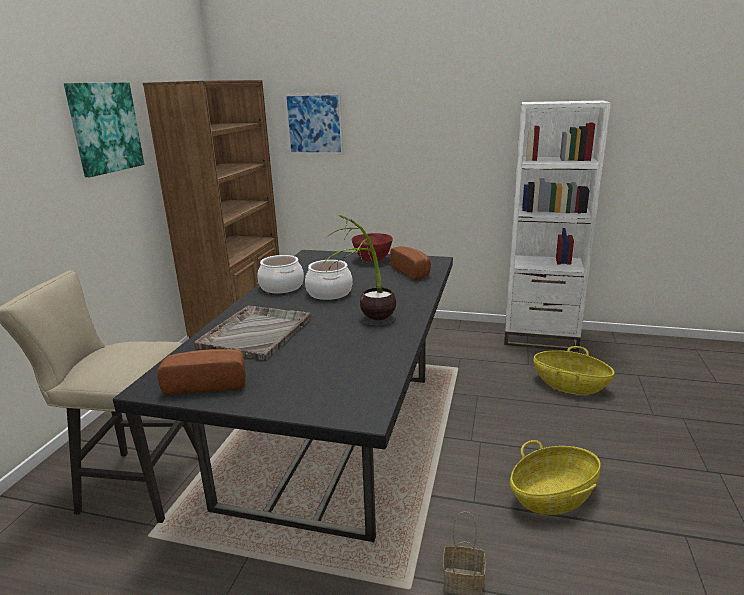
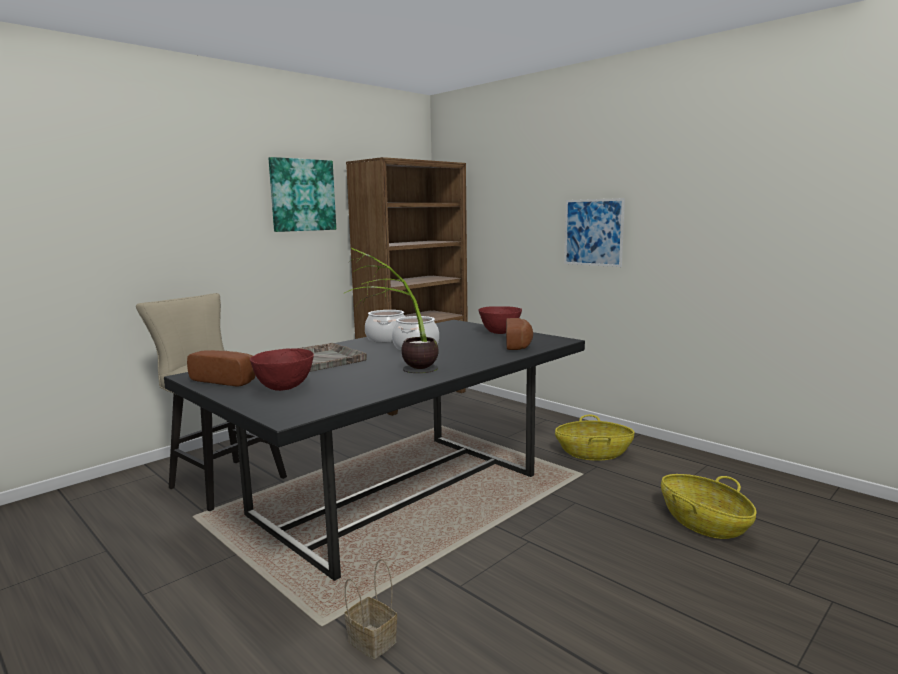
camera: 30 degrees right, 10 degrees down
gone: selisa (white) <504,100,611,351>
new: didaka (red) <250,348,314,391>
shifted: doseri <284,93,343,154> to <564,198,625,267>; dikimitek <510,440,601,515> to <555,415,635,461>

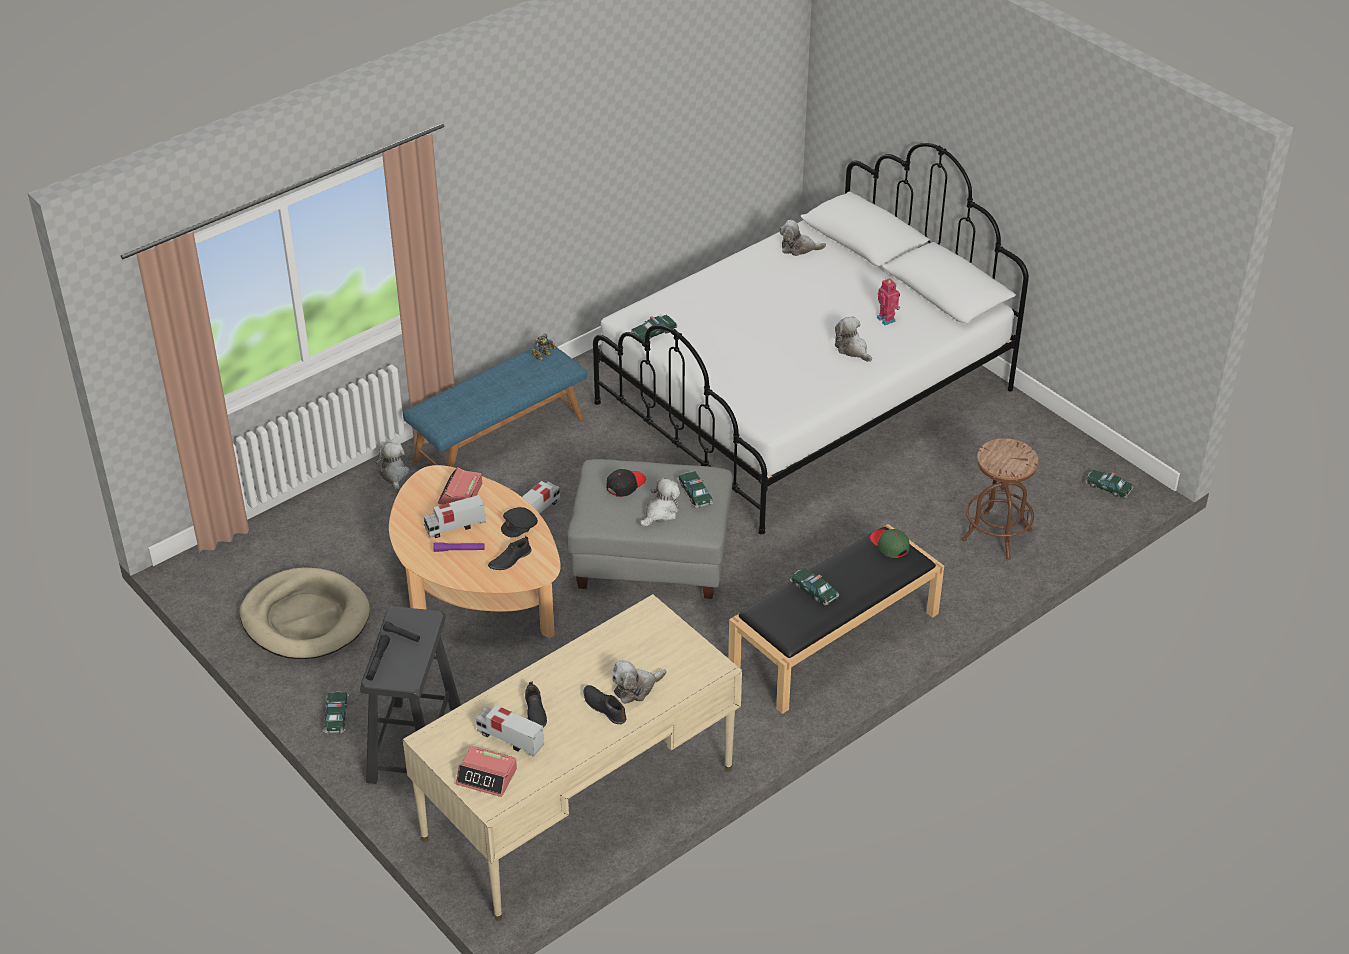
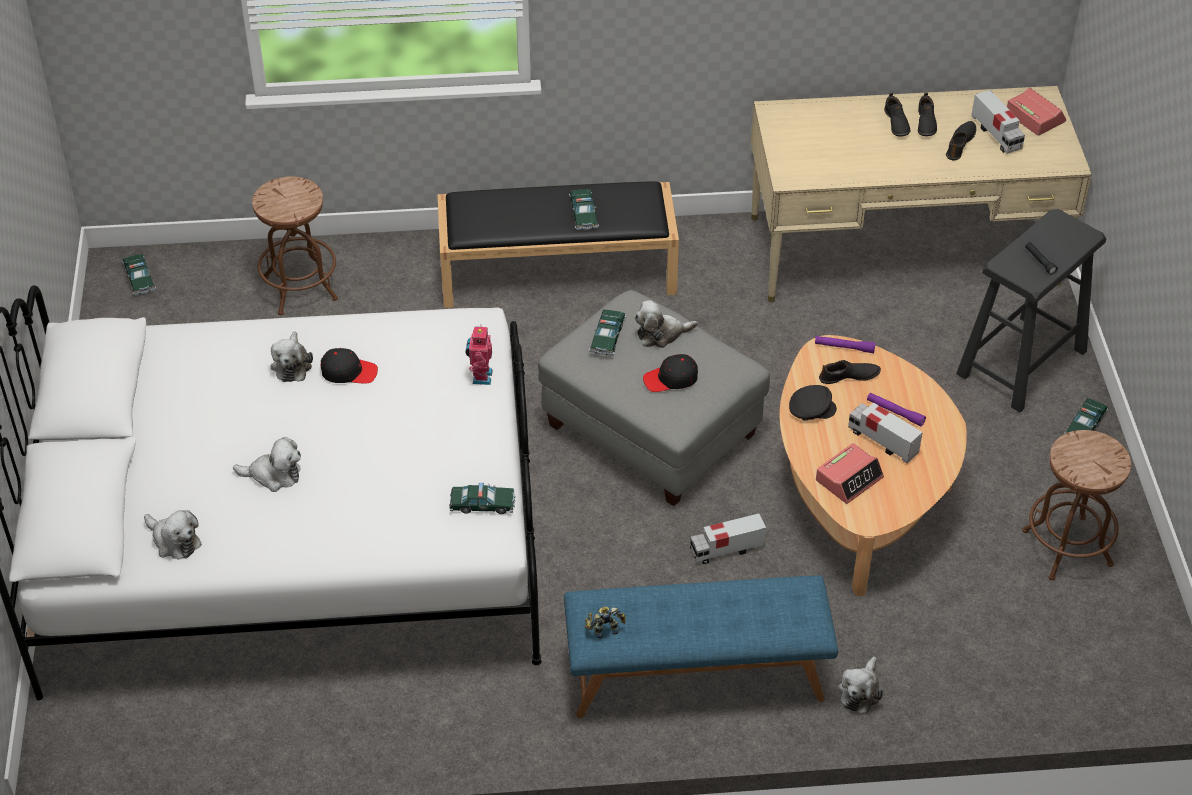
camera: 145 degrees left, 5 degrees up
gone: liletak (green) <870,529,909,558>; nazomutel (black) <366,635,390,681>
new: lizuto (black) <918,93,937,136>; nazomutel (purple) <815,336,876,353>; liletak (black) <321,348,378,384>
shifted: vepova <877,278,900,325> to <466,324,493,385>; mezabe <612,660,667,704> to <233,437,301,492>
swapped: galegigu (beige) <239,567,370,659> to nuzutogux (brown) <1022,430,1131,580>
rotated: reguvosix <423,495,486,538> = <848,403,923,463> 150 degrees counterclockwise

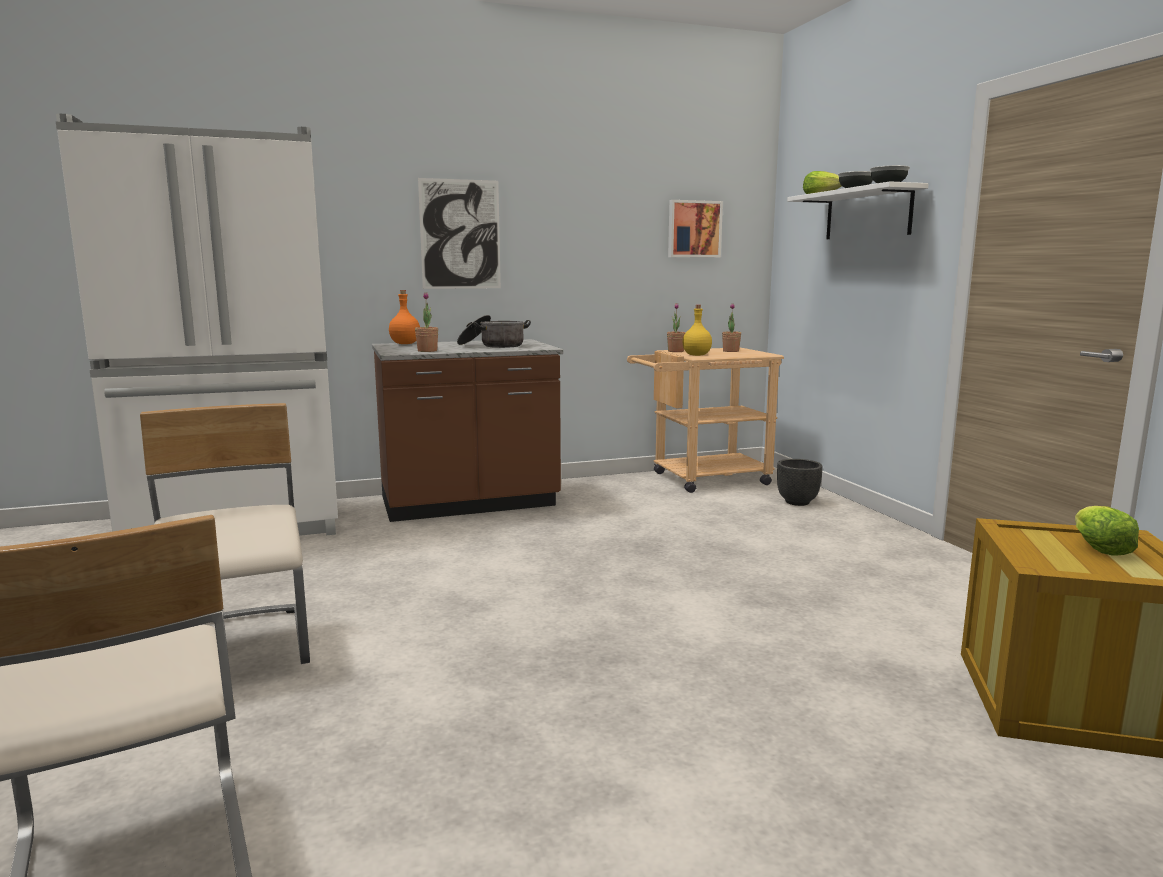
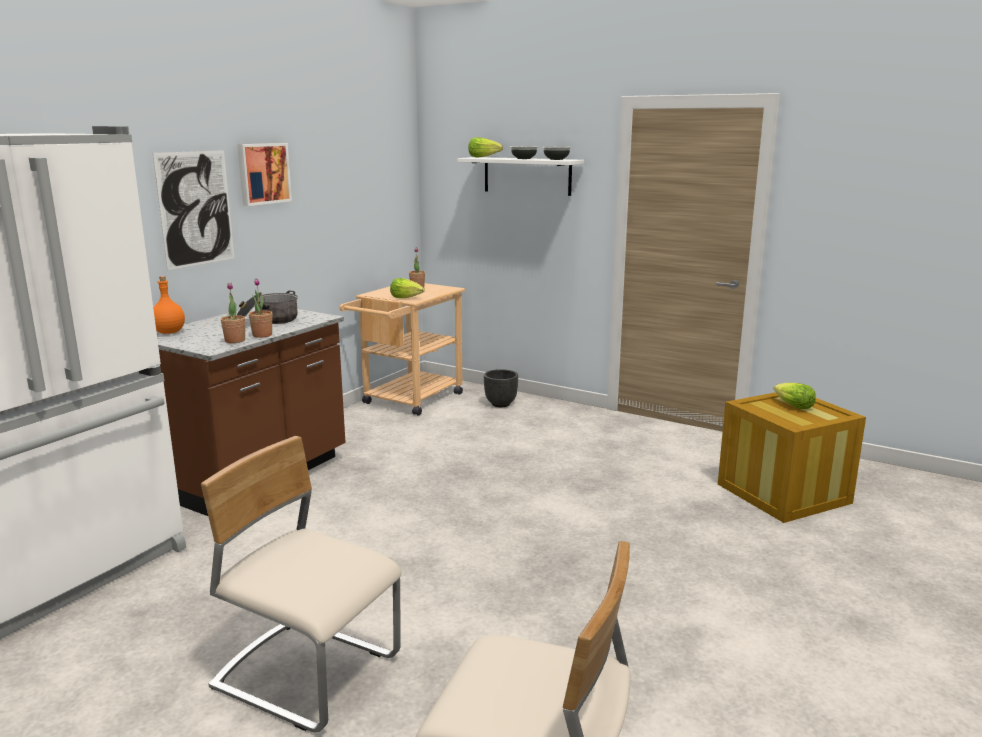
camera: 40 degrees left, 5 degrees up
shifted: doseri <668,200,723,258> to <237,143,292,206>; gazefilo <667,303,686,352> to <249,279,273,338>
swapped: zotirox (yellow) <683,305,712,356> to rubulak <390,278,425,298>

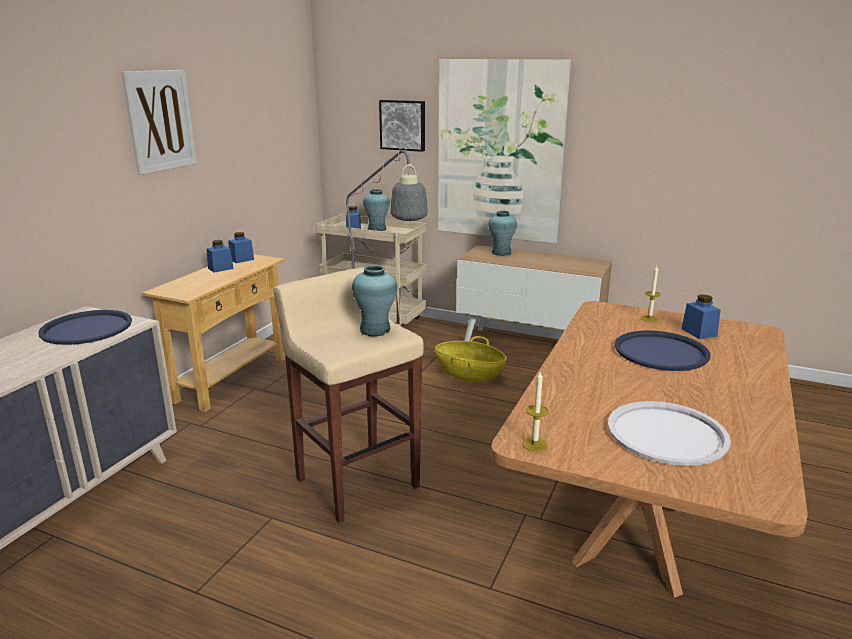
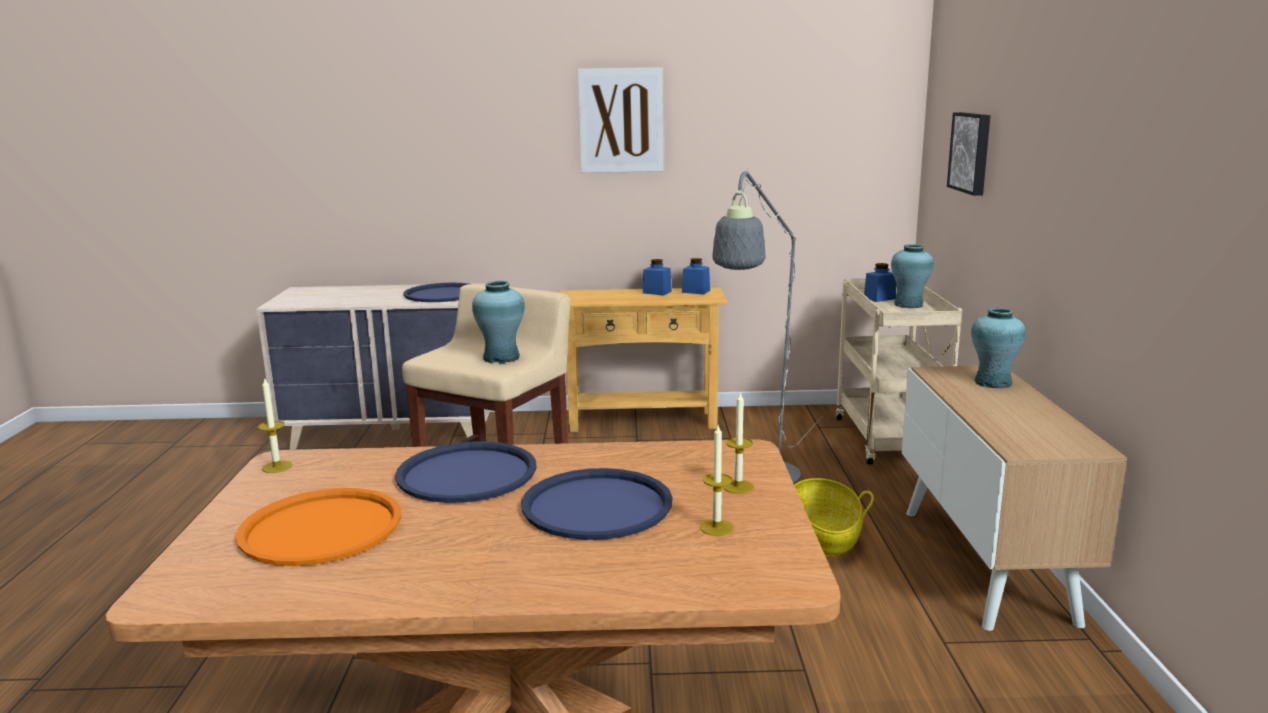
camera: 65 degrees right, 5 degrees down
gone: doseri <438,59,572,244>
new: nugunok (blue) <395,441,536,503>
swapped: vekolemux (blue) <681,295,721,339> to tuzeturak <700,425,734,536>
repainted: nugunok (white) <608,401,731,466> to nugunok (orange) <235,488,401,566>

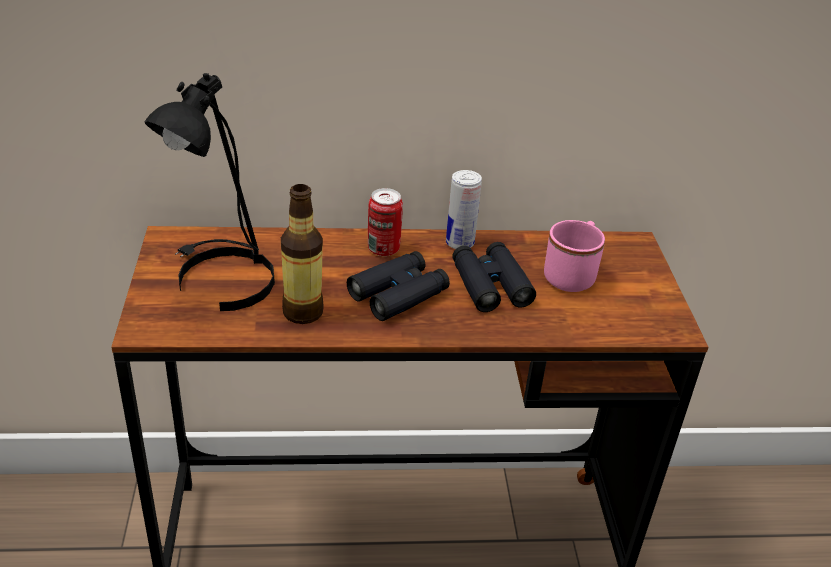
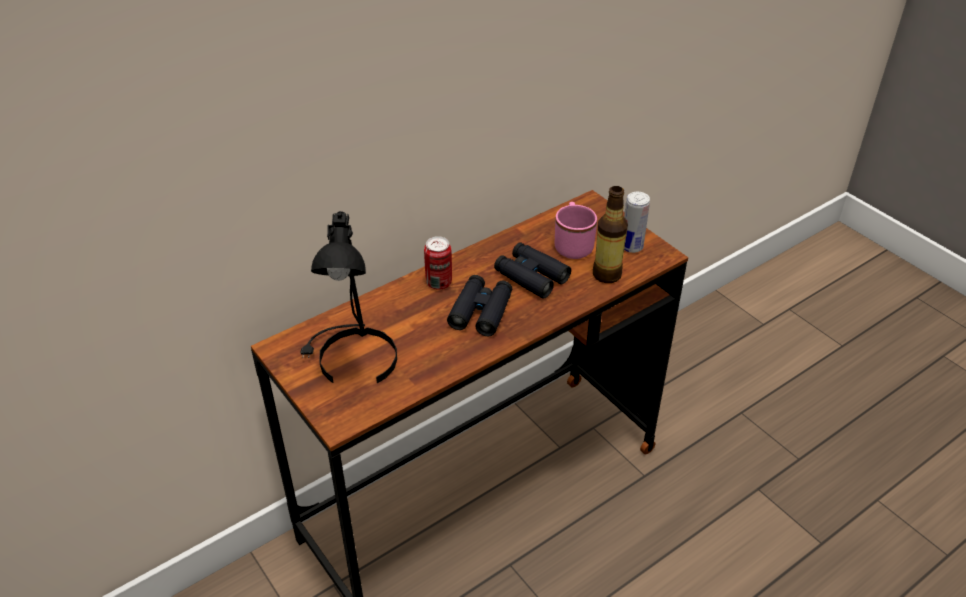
camera: 30 degrees left, 5 degrees up
shifted: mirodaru <446,170,482,249> to <624,192,650,253>; zotirox <281,184,324,324> to <593,186,628,283>

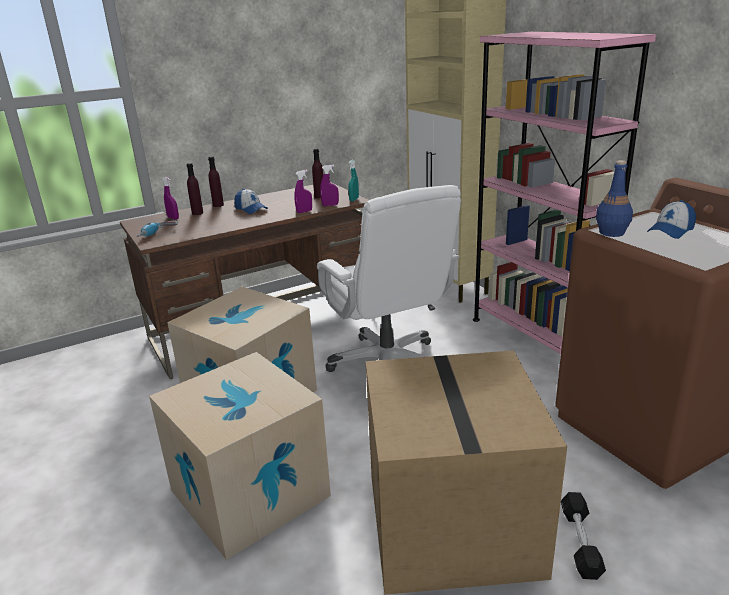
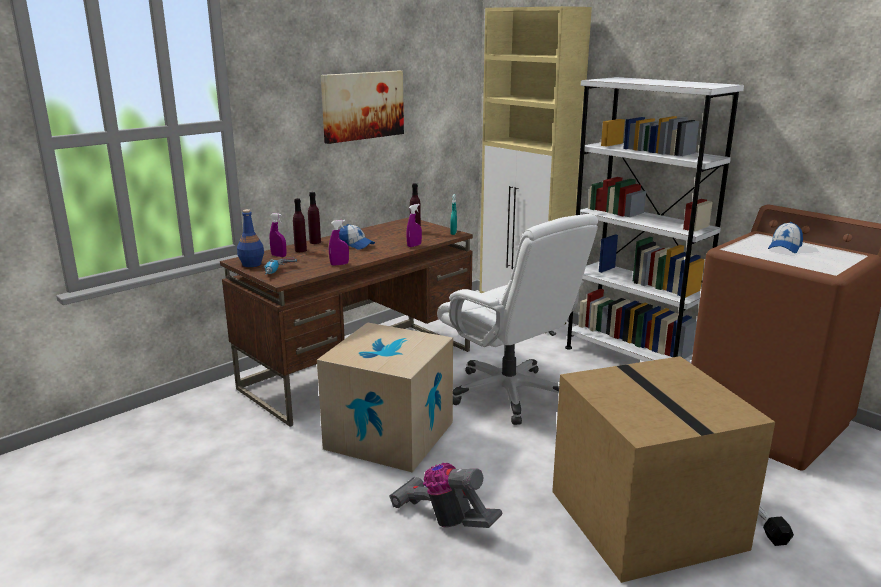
camera: 15 degrees left, 5 degrees down
new: doseri <321,71,404,144>
shifted: zotirox (blue) <596,160,633,237> to <237,209,264,267>; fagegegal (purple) <320,165,339,206> to <329,220,349,266>
swapped: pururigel <149,352,331,560> to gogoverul <389,463,503,528>
repainted: selisa (pink) <473,32,656,354> to selisa (white) <565,77,744,363>

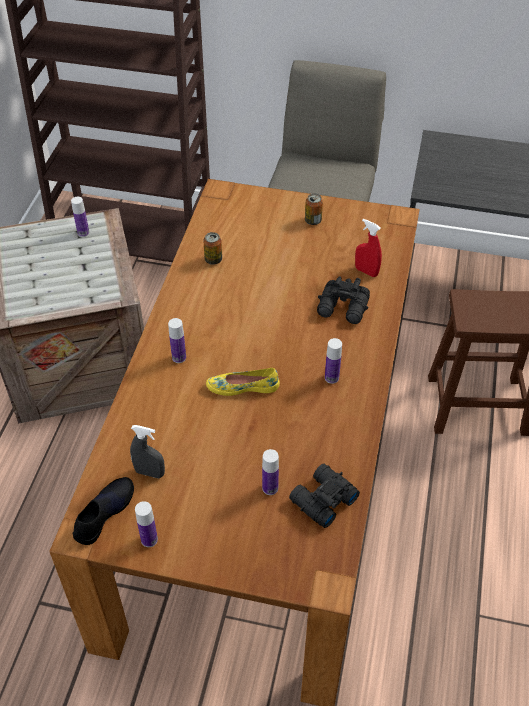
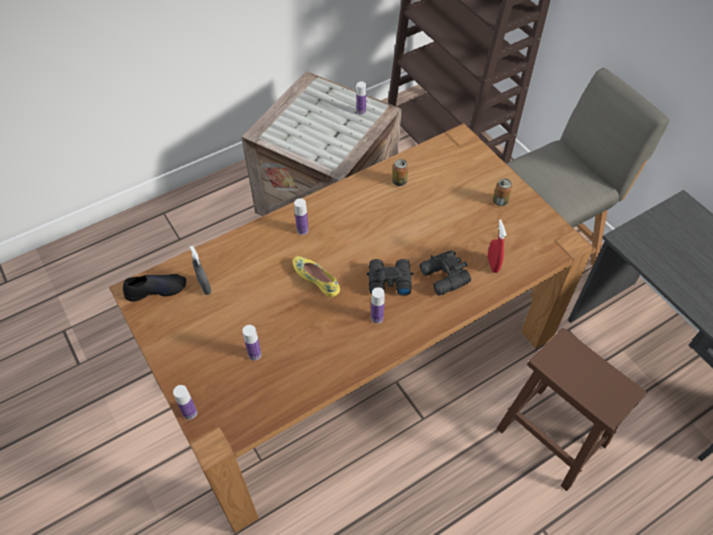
camera: 45 degrees right, 5 degrees up
shifted: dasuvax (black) <289,464,360,528> to <366,259,414,296>; zotirox <135,501,158,547> to <173,385,197,420>

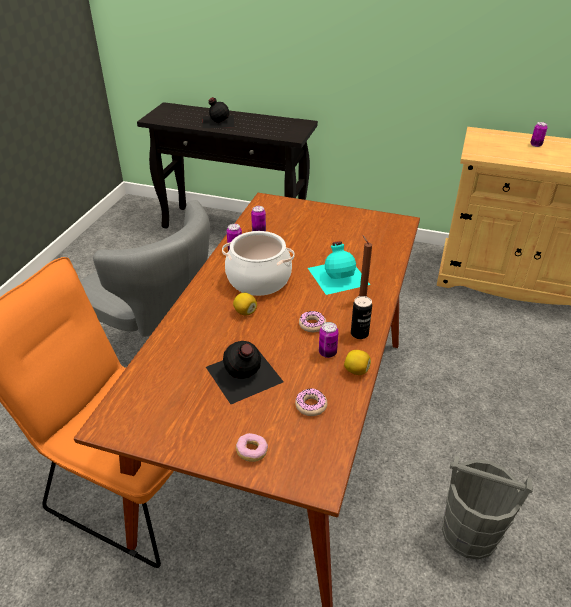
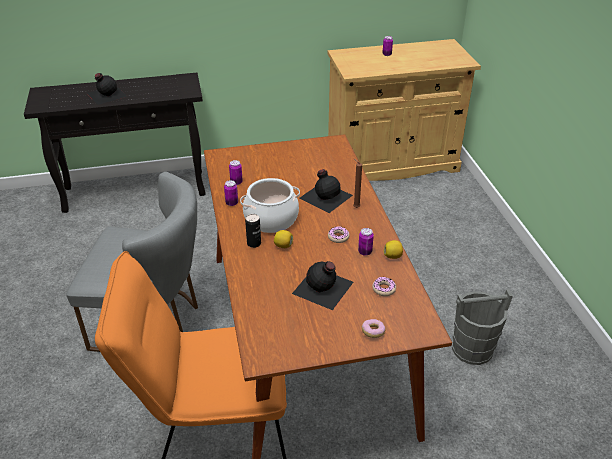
camera: 30 degrees left, 0 degrees up
shifted: mirodaru <351,296,372,339> to <245,214,261,248>
repainted: zotirox (turquoise) <308,241,371,295> to zotirox (black) <299,169,353,213>

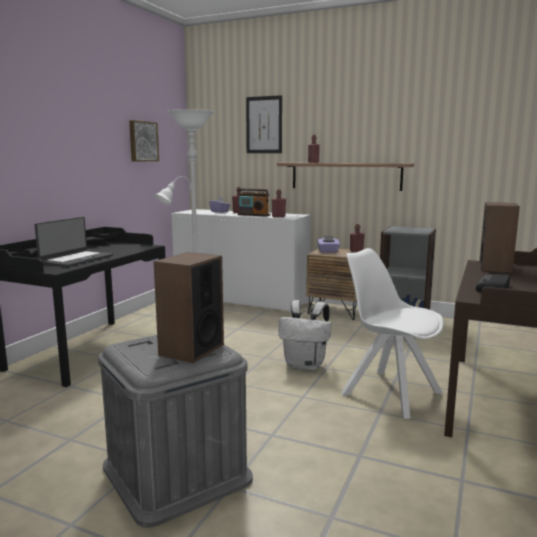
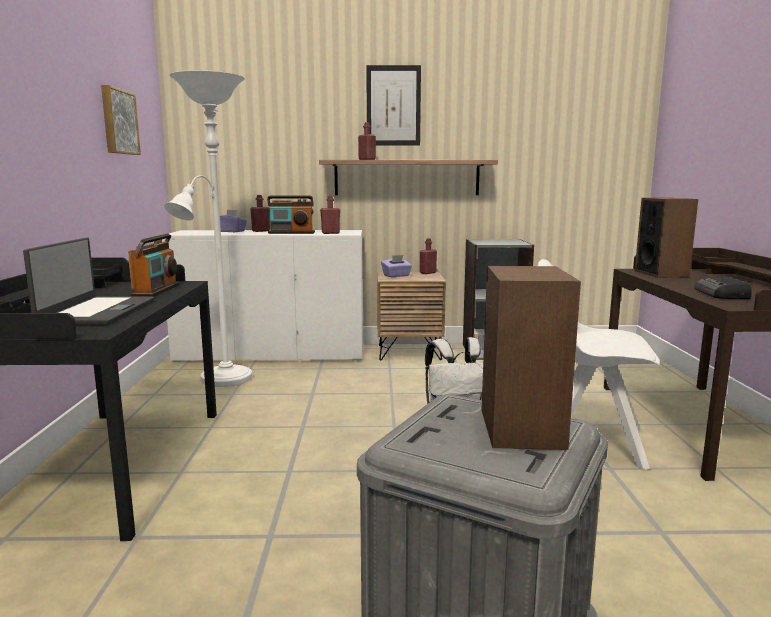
camera: 25 degrees left, 0 degrees up
new: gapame <128,233,179,297>
shifted: doseri <246,95,282,153> to <366,65,421,145>

